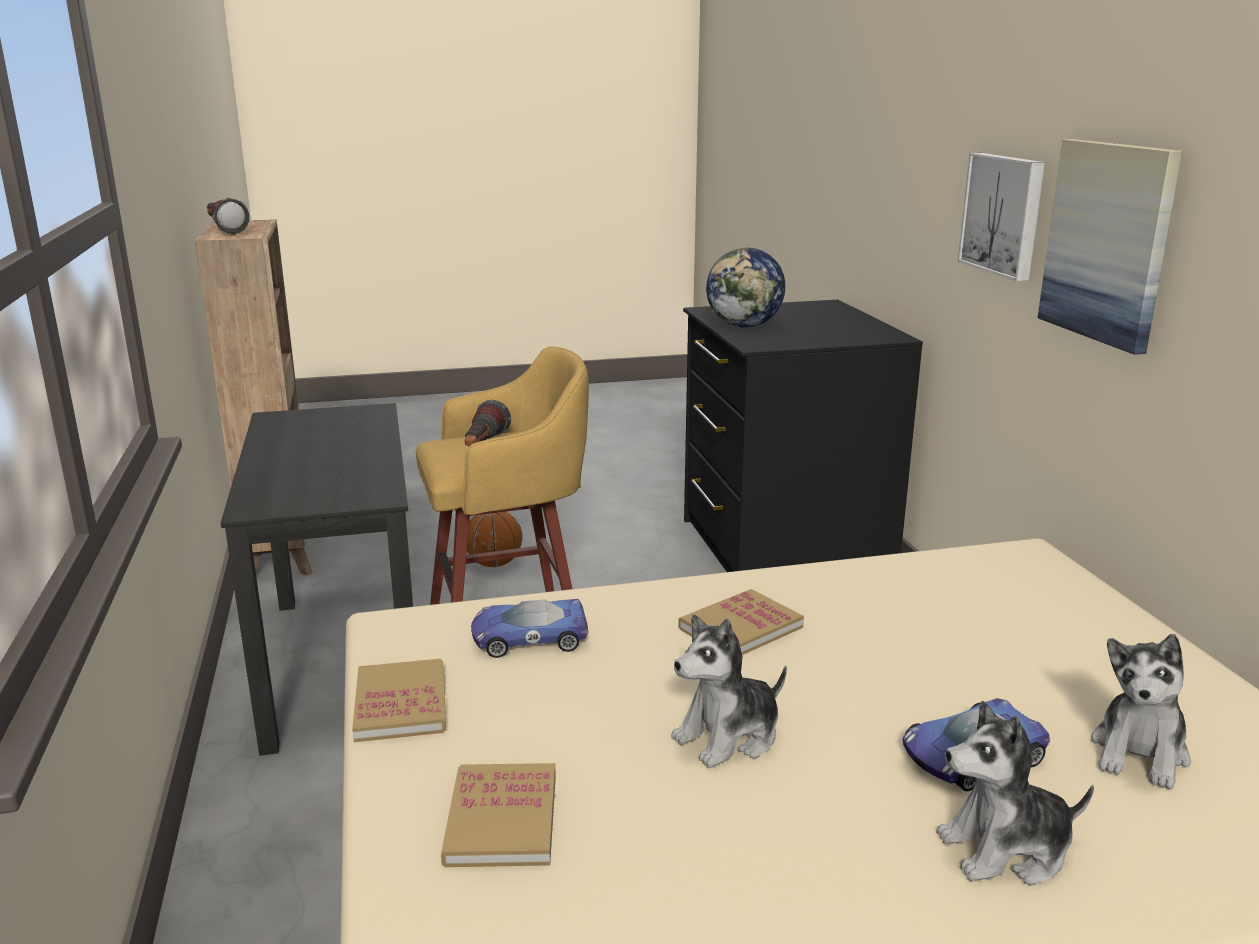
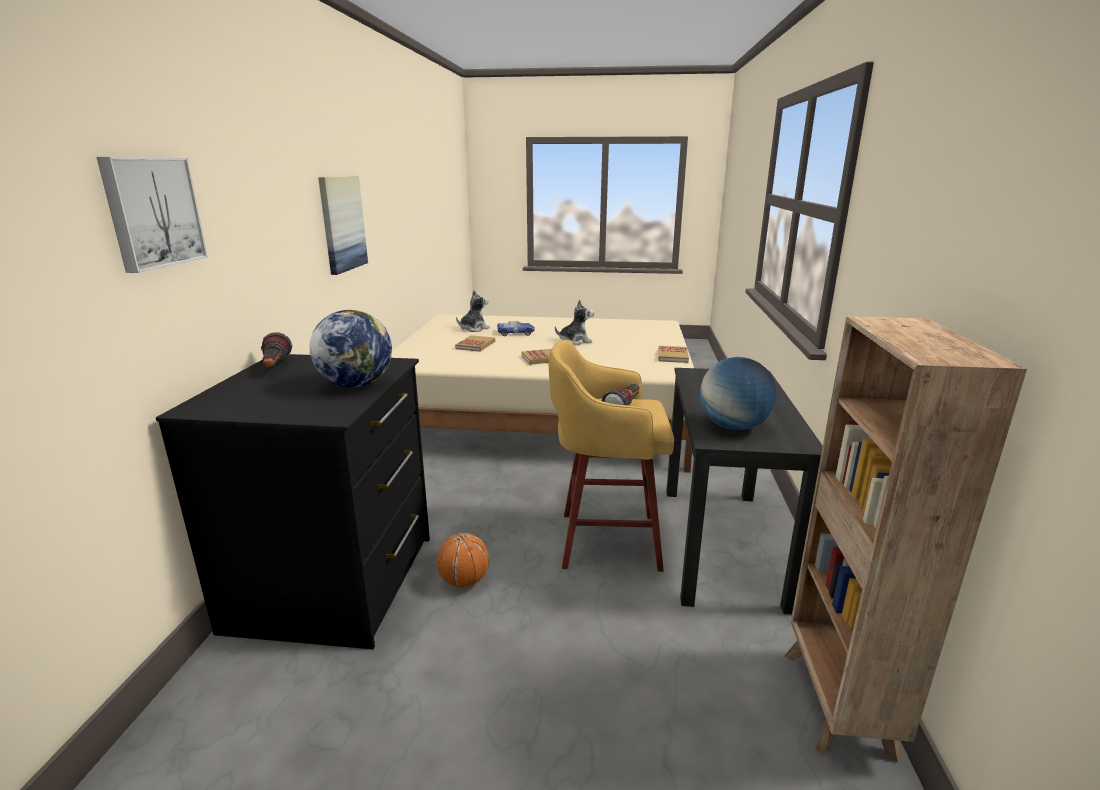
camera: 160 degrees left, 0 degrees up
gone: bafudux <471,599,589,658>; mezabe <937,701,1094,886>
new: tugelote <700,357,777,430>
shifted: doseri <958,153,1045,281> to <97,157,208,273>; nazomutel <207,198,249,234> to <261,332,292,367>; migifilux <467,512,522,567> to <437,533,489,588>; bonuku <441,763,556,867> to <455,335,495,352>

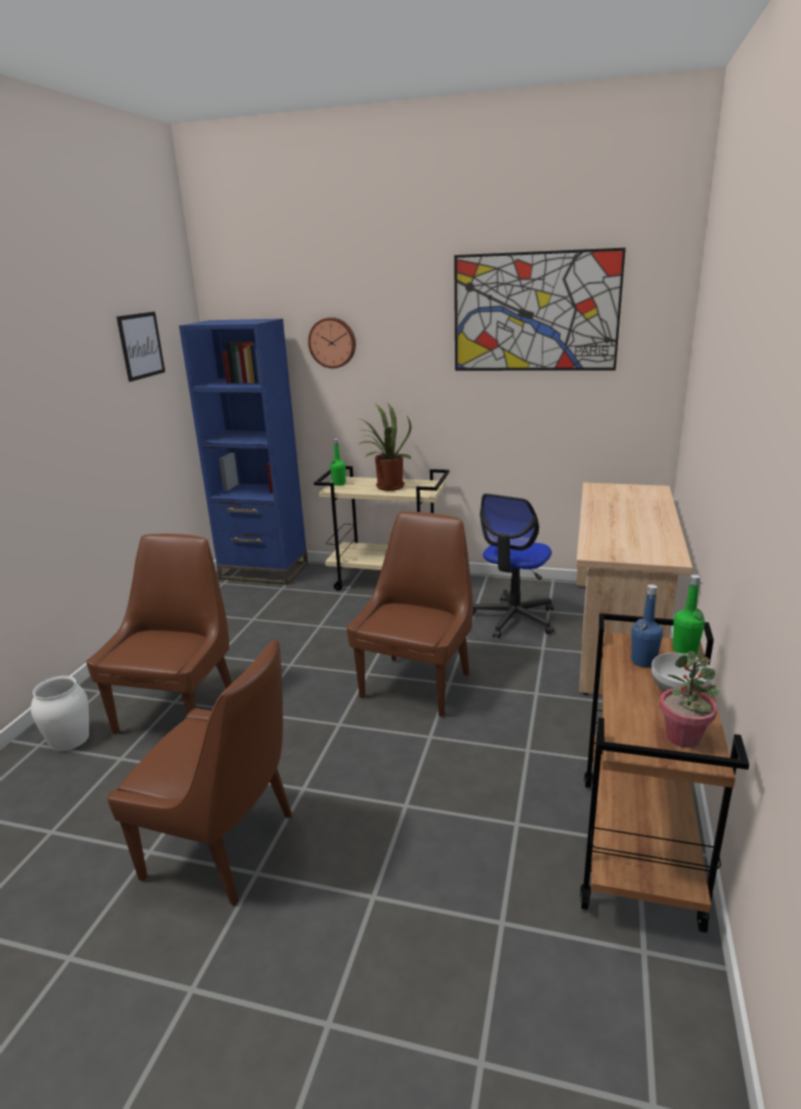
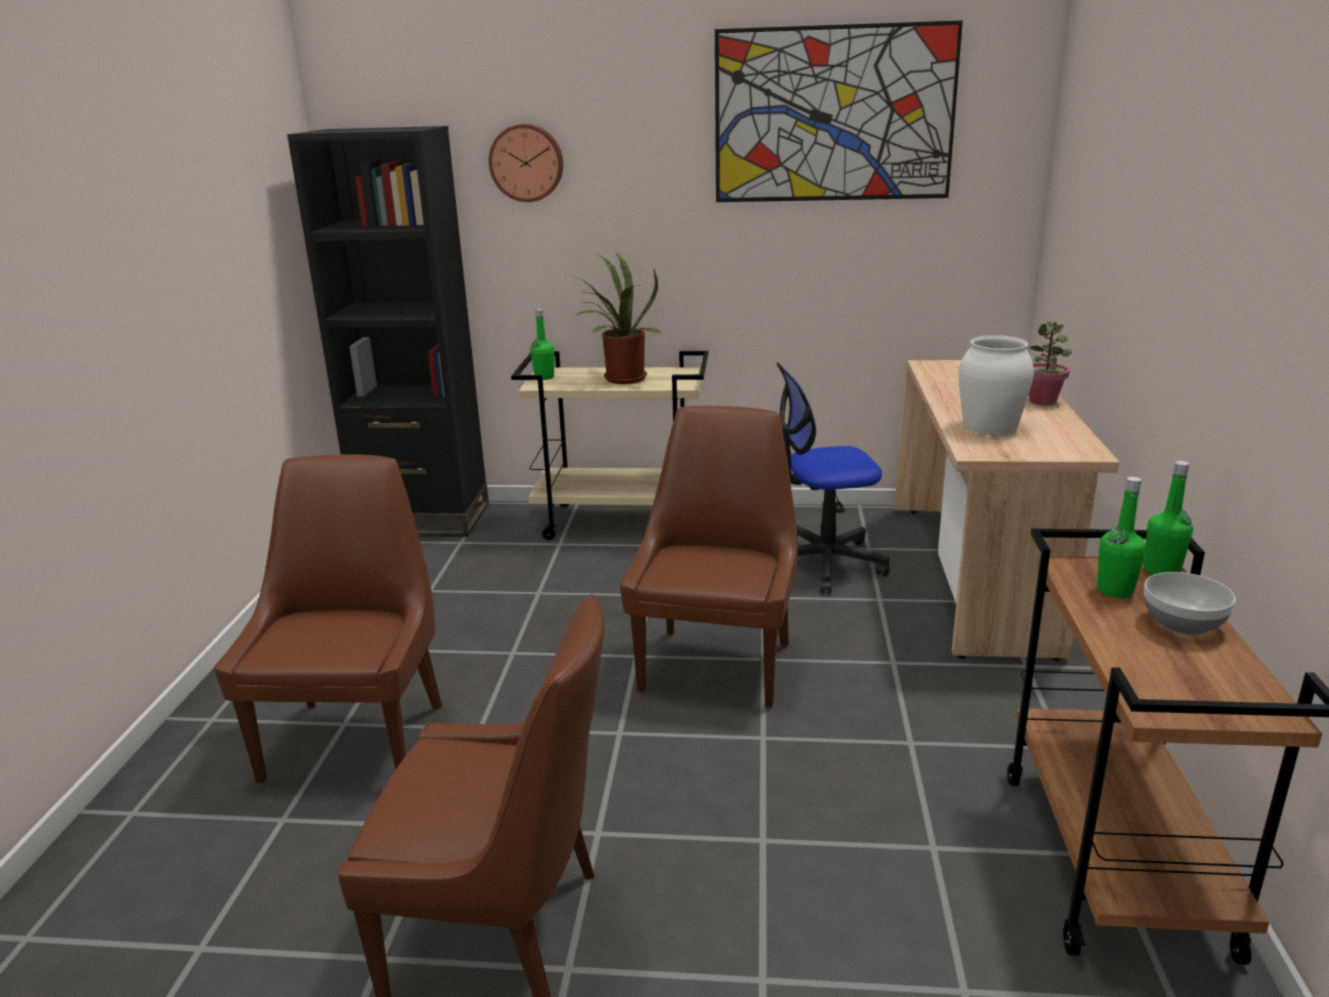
camera: 10 degrees left, 0 degrees up
gone: doseri <117,312,165,382>
shifted: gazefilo <659,650,720,748> to <1029,321,1072,405>; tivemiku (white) <31,676,89,751> to <959,335,1034,436>
repainted: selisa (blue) <179,319,308,585> to selisa (black) <287,126,489,537>; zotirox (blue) <631,584,663,667> to zotirox (green) <1097,477,1146,598>
rotated: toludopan <473,493,554,638> = <776,362,890,593> 60 degrees clockwise

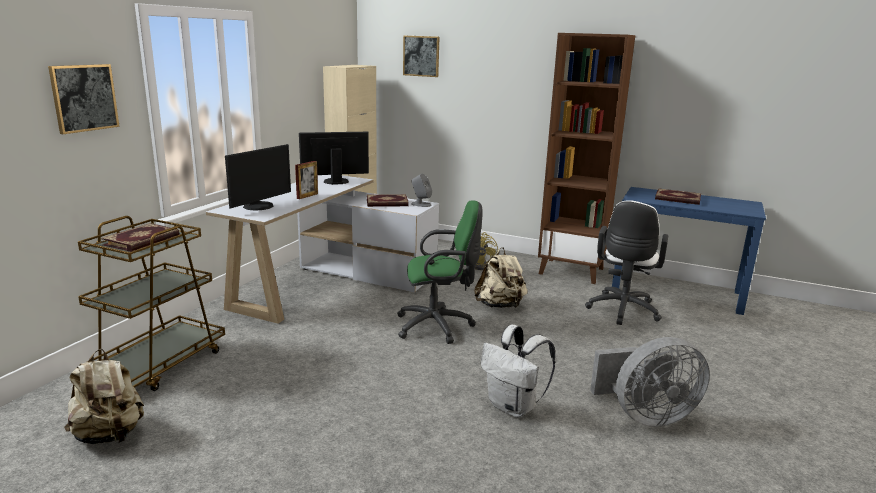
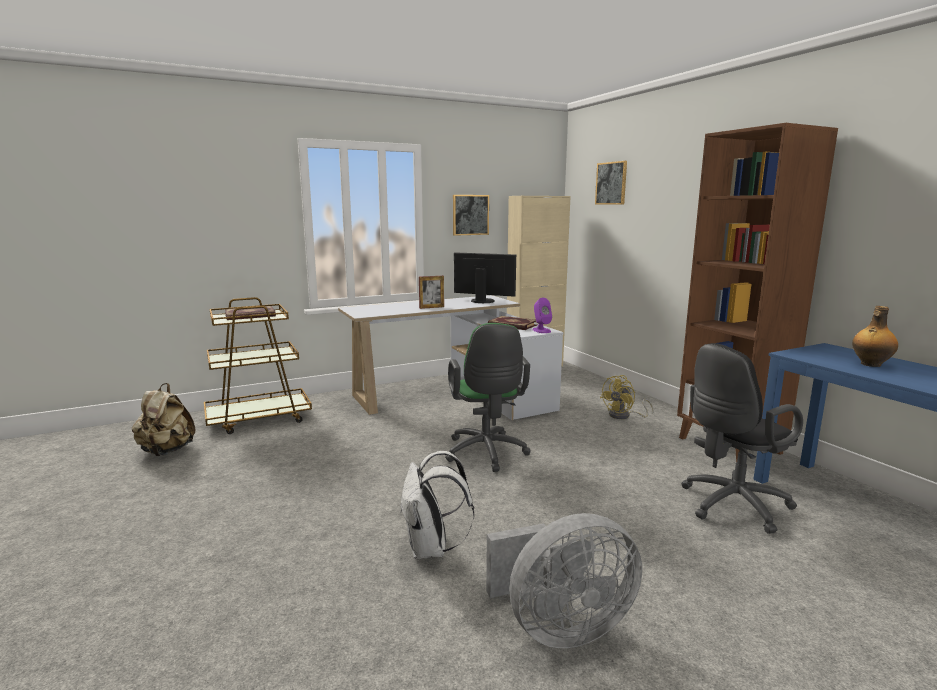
camera: 40 degrees right, 5 degrees down
gone: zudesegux <225,144,291,210>; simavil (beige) <474,247,528,308>
shifted: doseri <48,64,120,134> to <453,195,489,236>
swapped: bonuku <655,188,701,205> to zotirox <852,306,898,367>
repainted: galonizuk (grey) <411,174,432,207> to galonizuk (purple) <532,298,552,333>; toludopan (white) <585,200,668,325> to toludopan (black) <681,343,803,534>
rotated: toludopan (green) <397,200,483,344> = <445,323,530,472> 45 degrees clockwise; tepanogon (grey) <590,337,710,427> = <486,513,642,648> 45 degrees counterclockwise

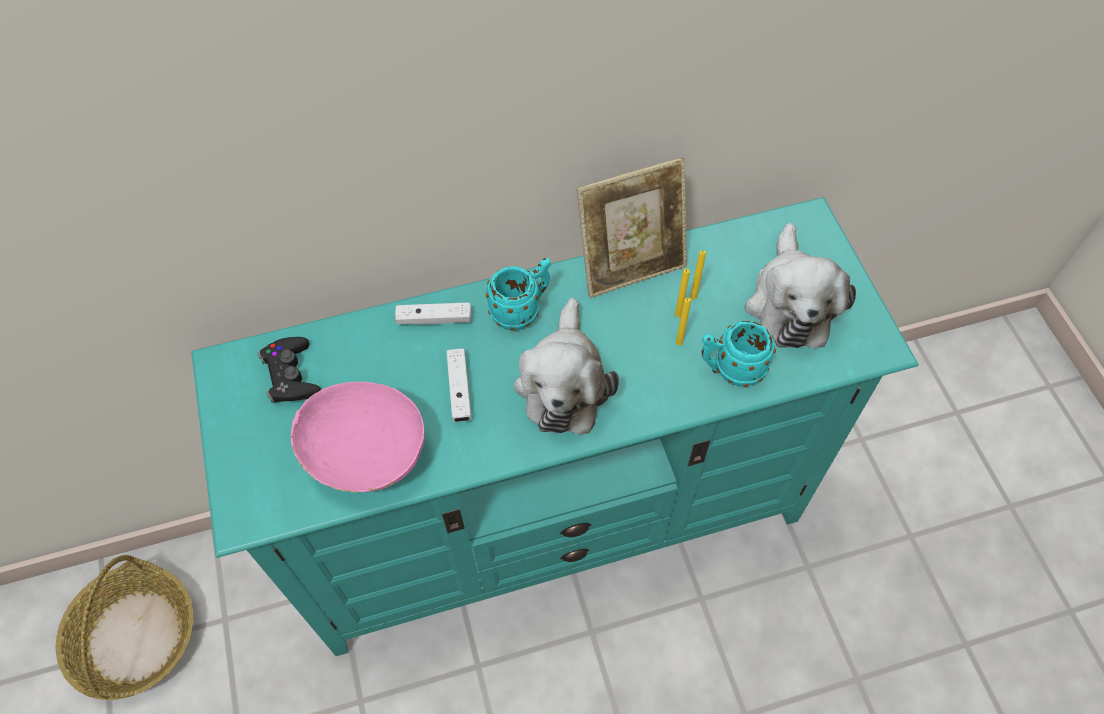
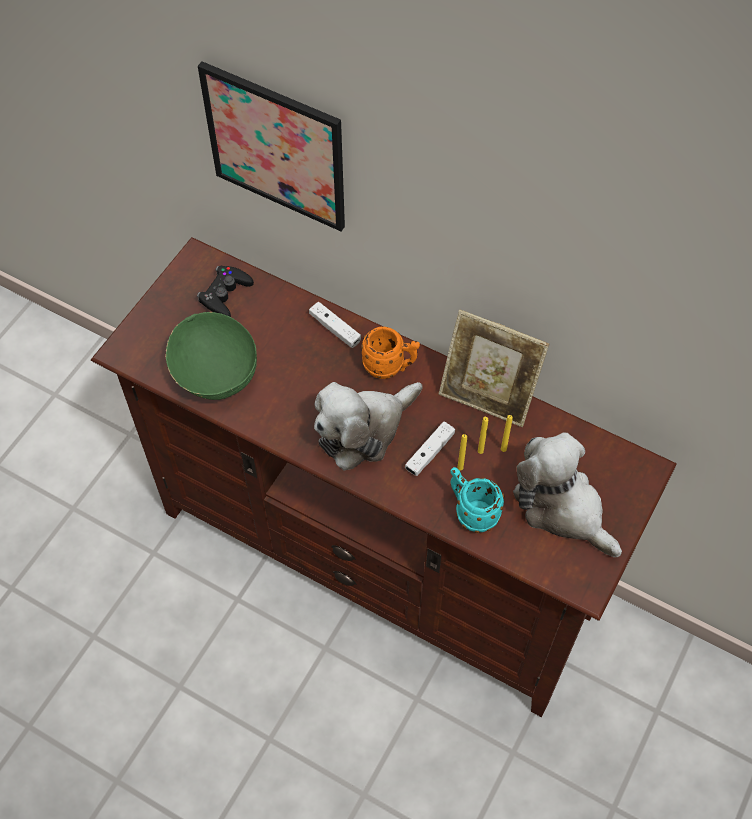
camera: 45 degrees right, 0 degrees up
gone: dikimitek <56,555,193,700>
new: doseri <198,61,345,231>
shifted: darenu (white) <446,348,472,422> to <405,421,455,476>
repainted: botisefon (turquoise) <191,197,919,656> to botisefon (brown) <91,237,677,717>; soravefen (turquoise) <486,258,551,331> to soravefen (orange) <361,327,420,379>; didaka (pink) <290,382,425,493> to didaka (green) <165,312,257,400>
rotated: mezabe <745,223,856,348> = <513,433,622,557> 90 degrees clockwise

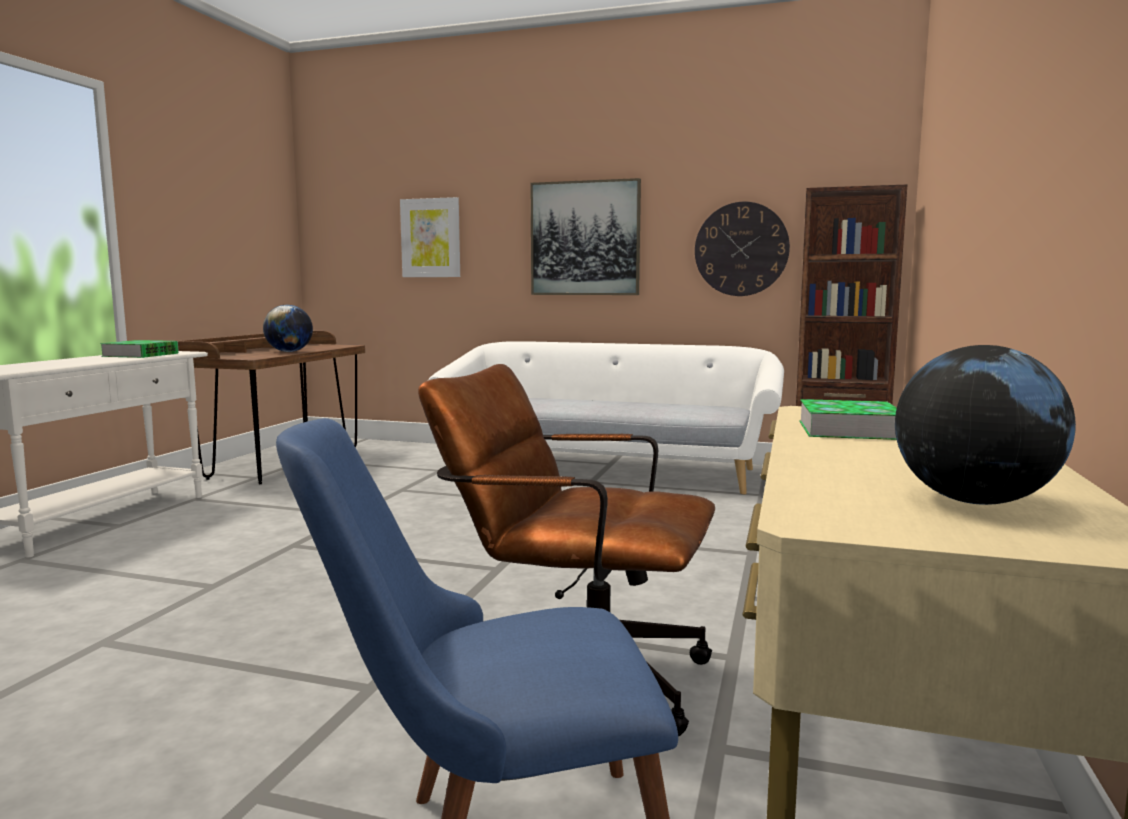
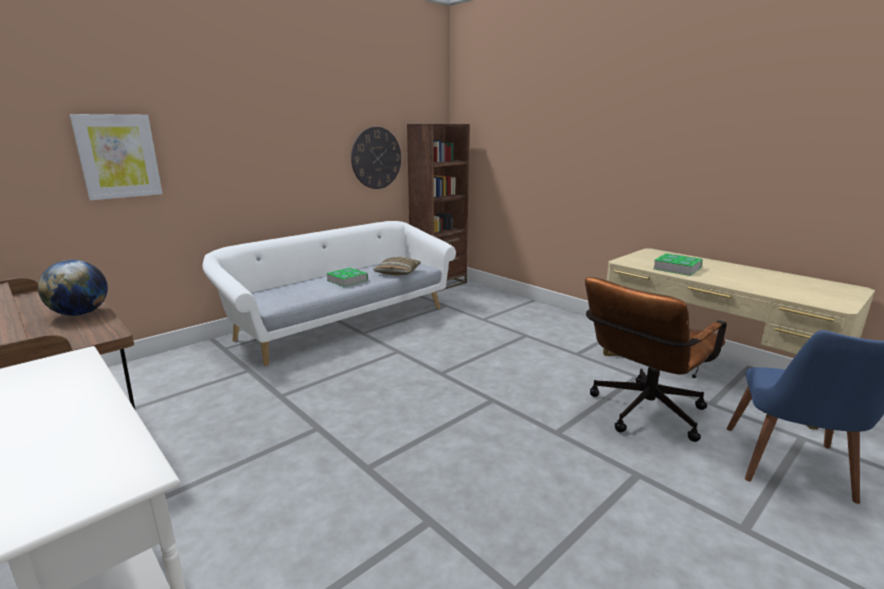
camera: 60 degrees left, 10 degrees up
gone: doseri <531,178,641,295>; tugelote <895,345,1076,505>
new: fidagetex <373,257,421,275>
shifted: bonuku <100,340,179,358> to <326,268,368,287>

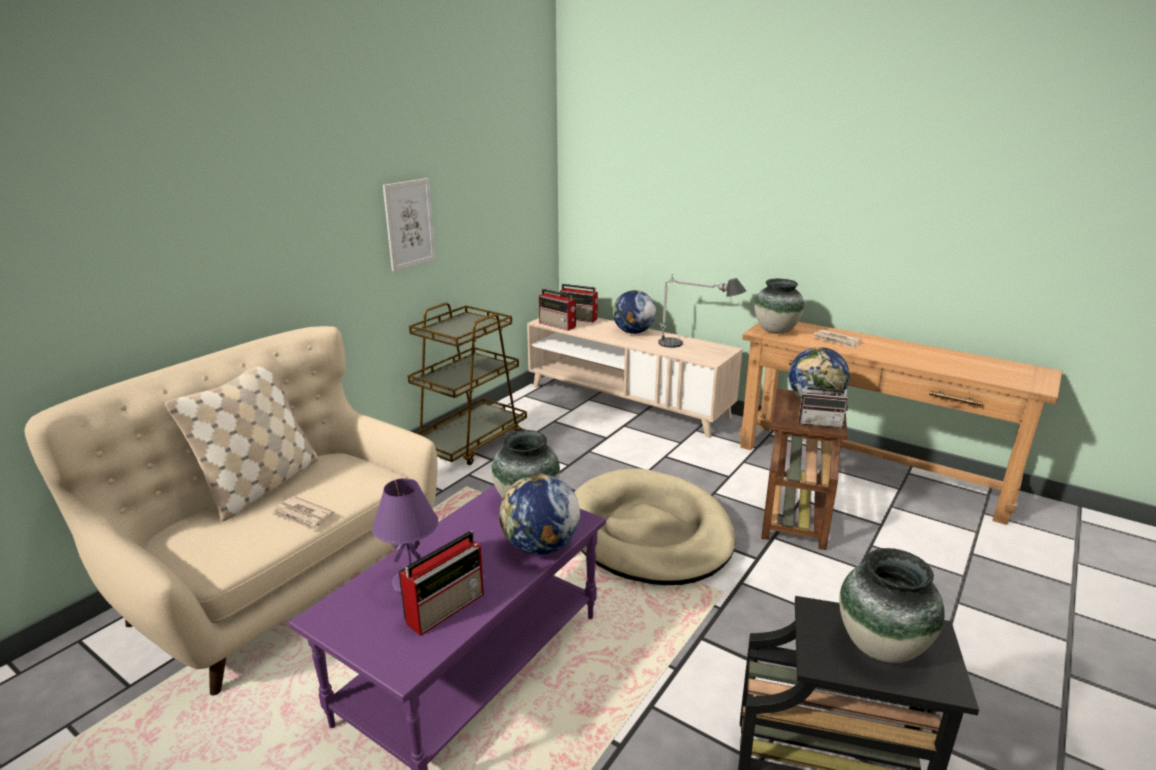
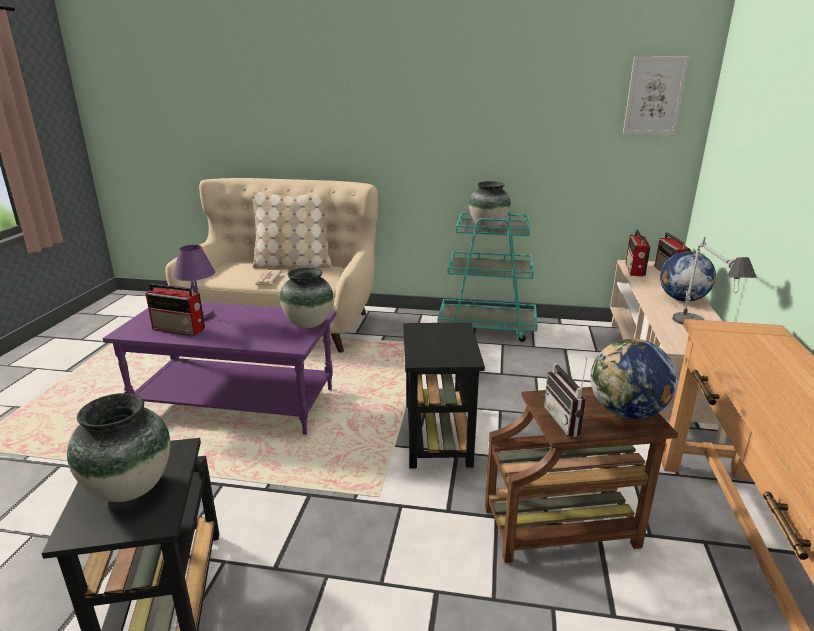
camera: 65 degrees right, 0 degrees up
gone: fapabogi <813,329,862,349>; tugelote <499,474,580,555>
shifted: doseri <383,178,436,271> to <623,56,689,135>; tivemiku <754,278,804,334> to <469,181,511,229>
swapped: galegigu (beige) <574,468,736,585> to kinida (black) <403,322,485,469>
repainted: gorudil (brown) <407,302,527,465> to gorudil (turquoise) <437,211,538,342>

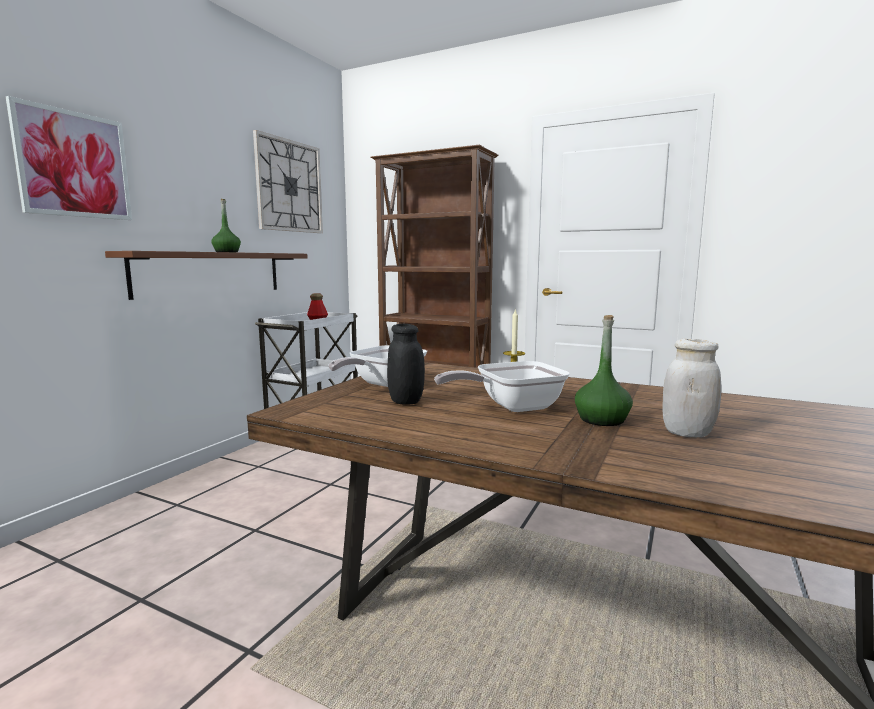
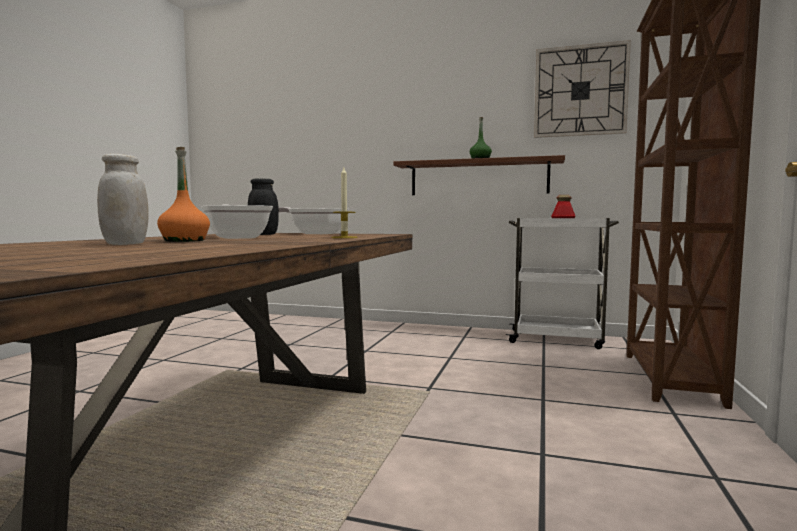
camera: 80 degrees right, 5 degrees down
gone: doseri <6,96,132,220>
repainted: zotirox (green) <575,315,633,426> to zotirox (orange) <157,147,210,242>

